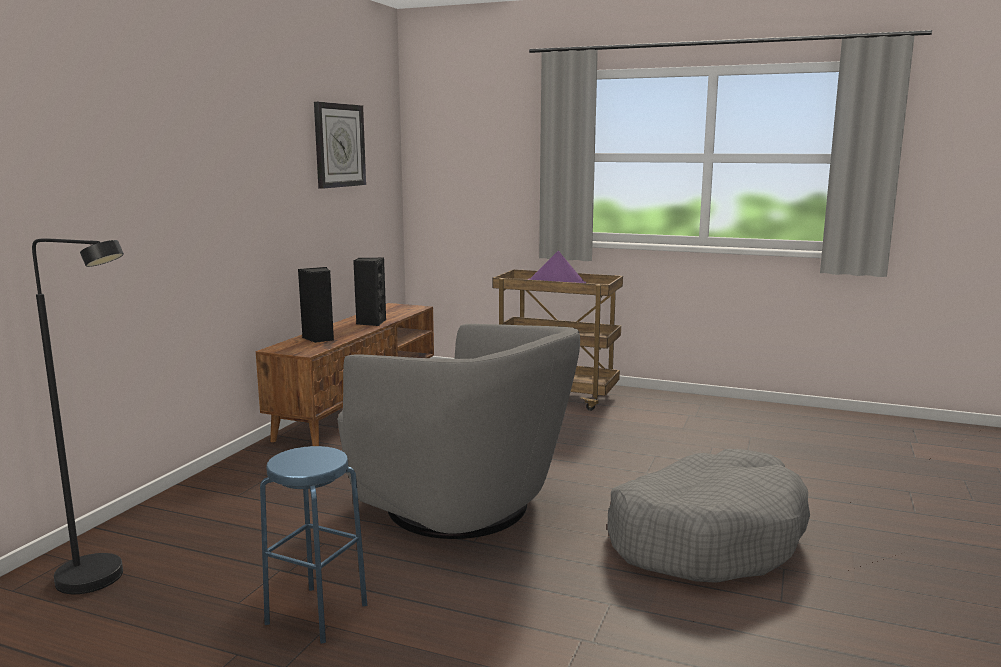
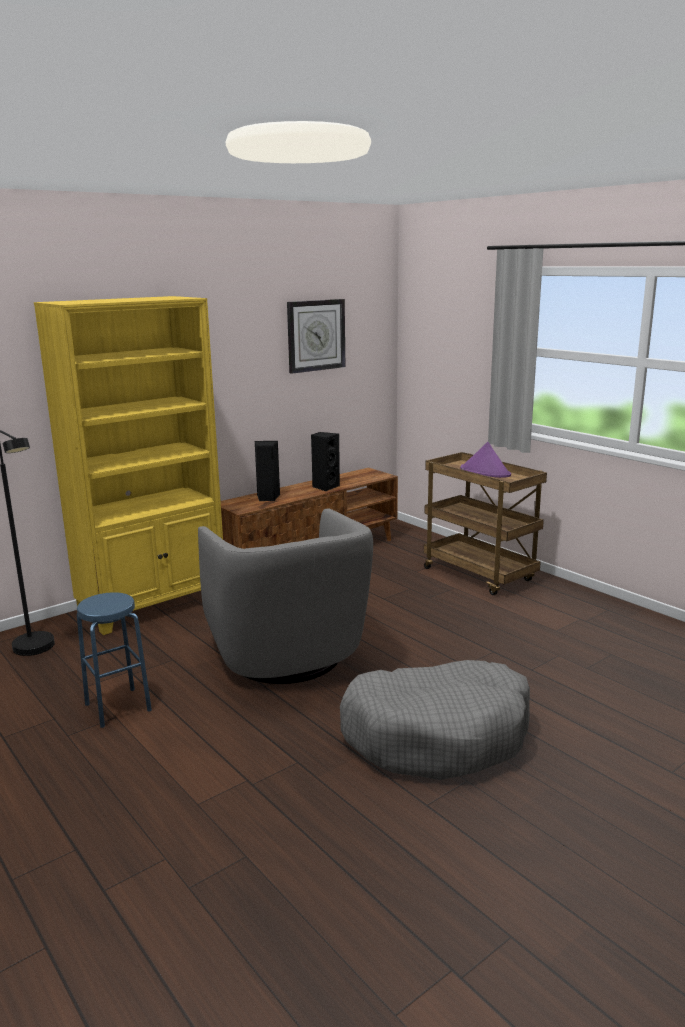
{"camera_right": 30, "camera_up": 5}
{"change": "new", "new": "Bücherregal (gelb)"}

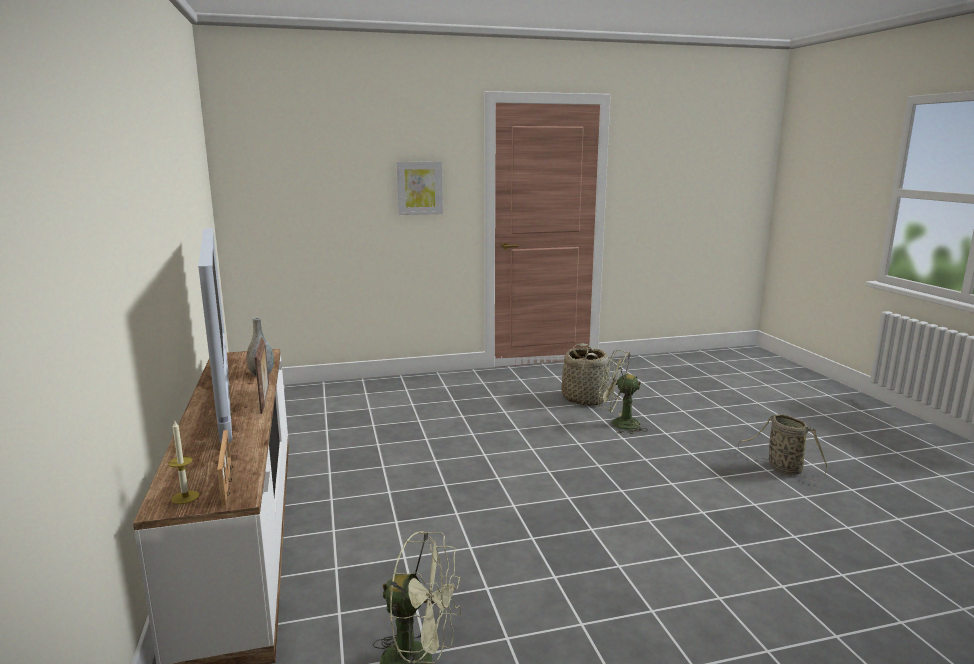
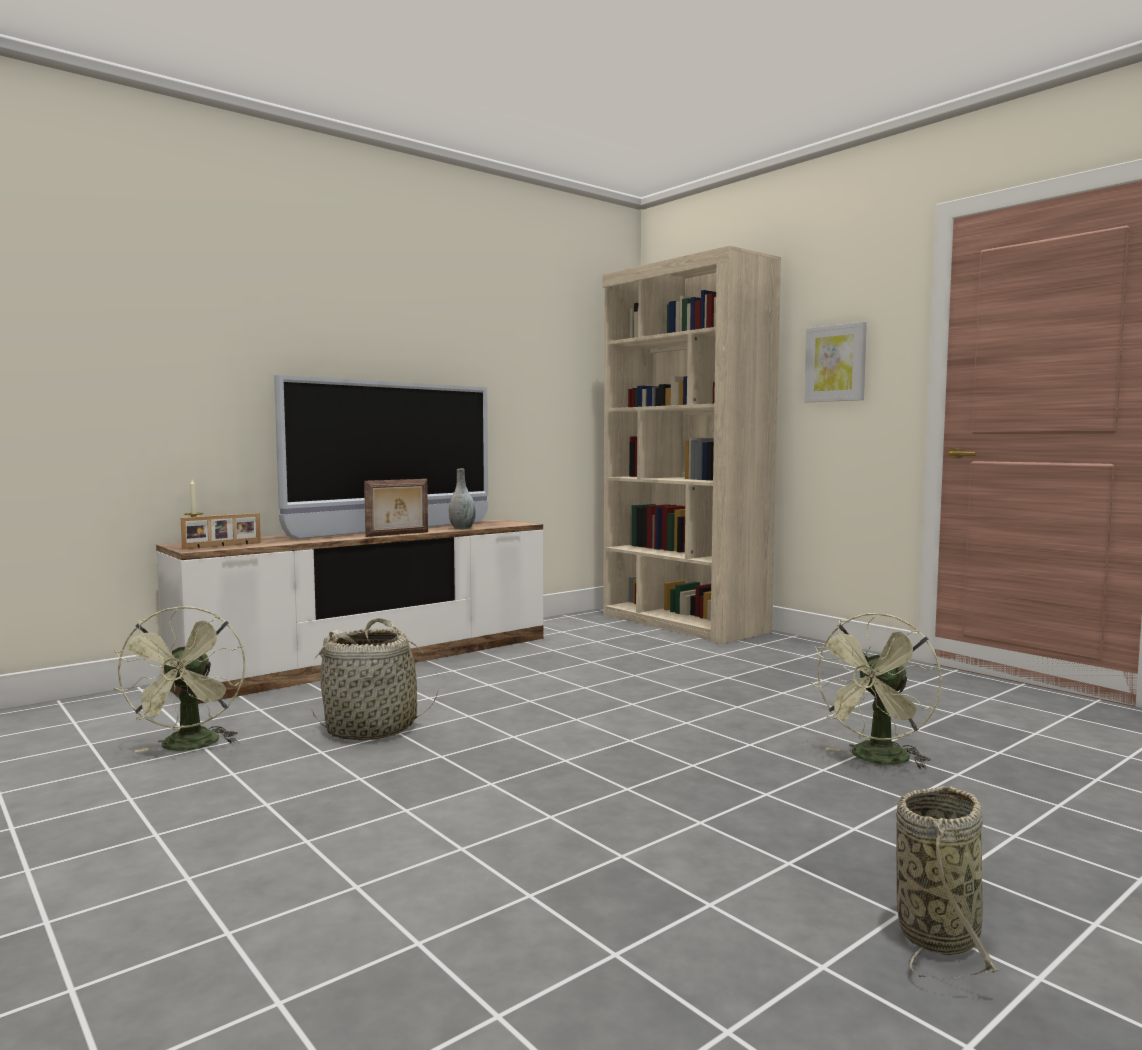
{"camera_right": 65, "camera_up": -10}
{"change": "shifted", "old": "Korb (no. 1 from left)"}
{"change": "rotated", "old": "Ventilator (grün) (no. 2 from left)", "degrees": -135}
{"change": "new", "new": "Bücherregal (beige)"}

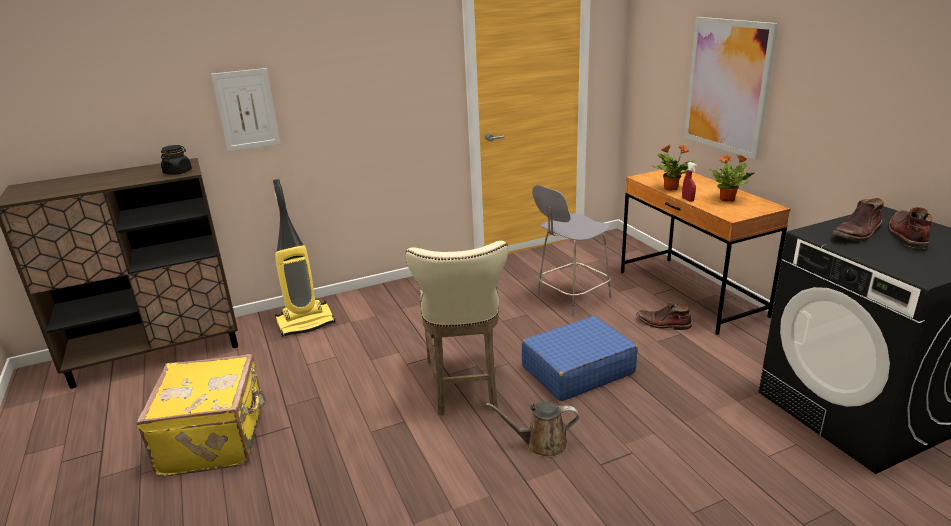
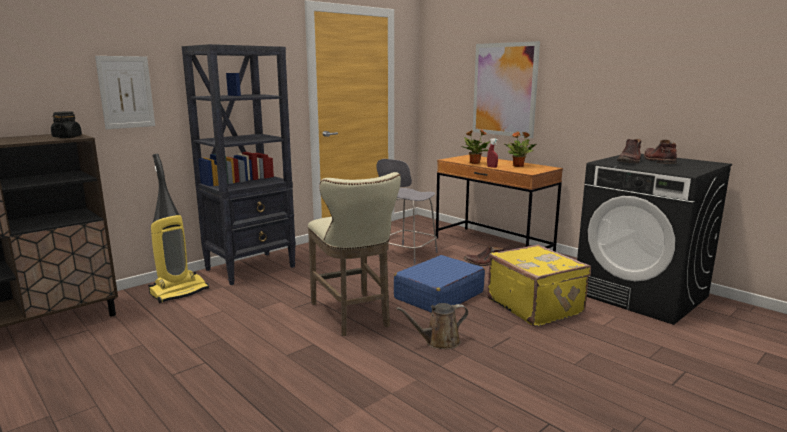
{"camera_right": -20, "camera_up": -10}
{"change": "shifted", "old": "Koffer (gelb)"}
{"change": "new", "new": "Bücherregal (schwarz)"}

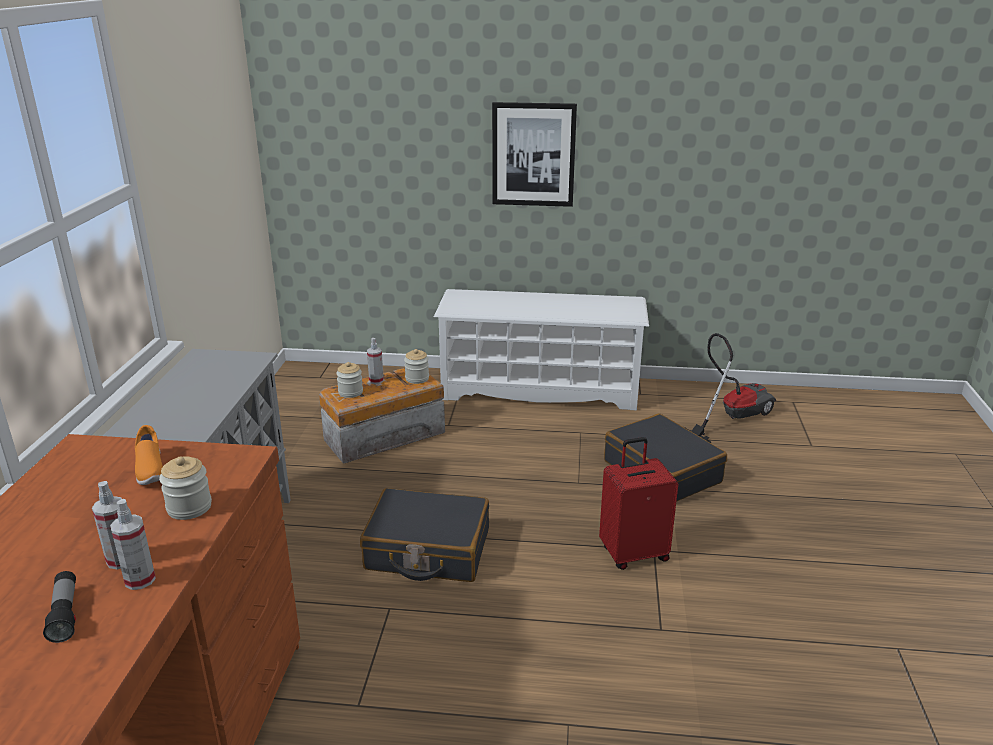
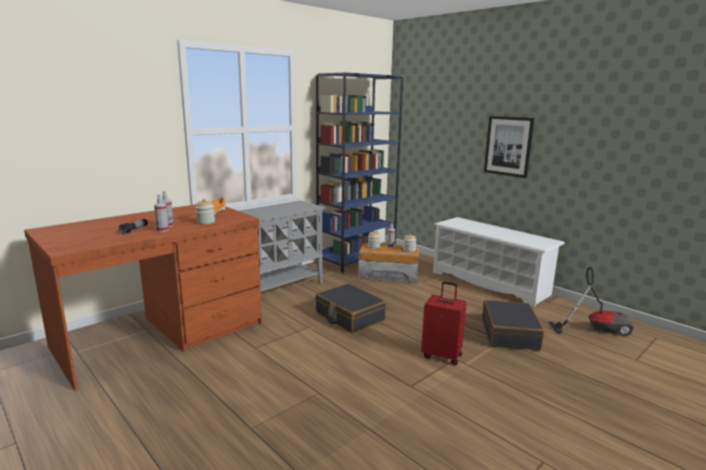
{"camera_right": 40, "camera_up": -10}
{"change": "new", "new": "Bücherregal (blau)"}

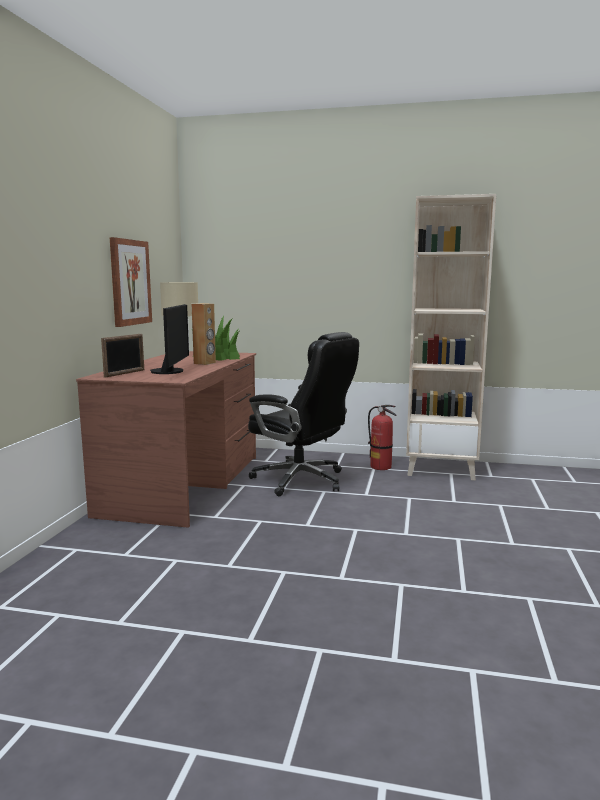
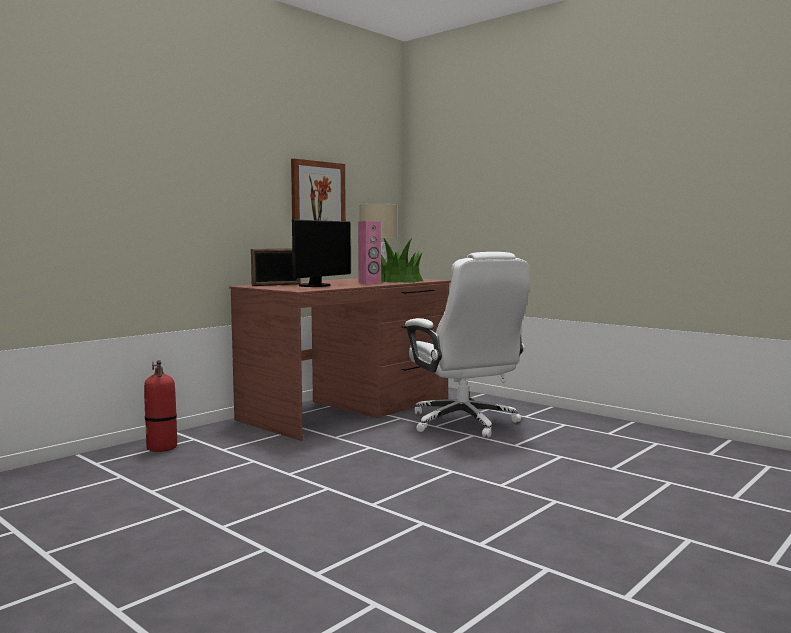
{"camera_right": 30, "camera_up": -5}
{"change": "gone", "old": "Bücherregal (beige)"}
{"change": "repainted", "old": "Lautsprecher (braun)", "new": "Lautsprecher (rosa)"}
{"change": "repainted", "old": "Bürostuhl (schwarz)", "new": "Bürostuhl (weiß)"}
{"change": "shifted", "old": "Feuerlöscher"}

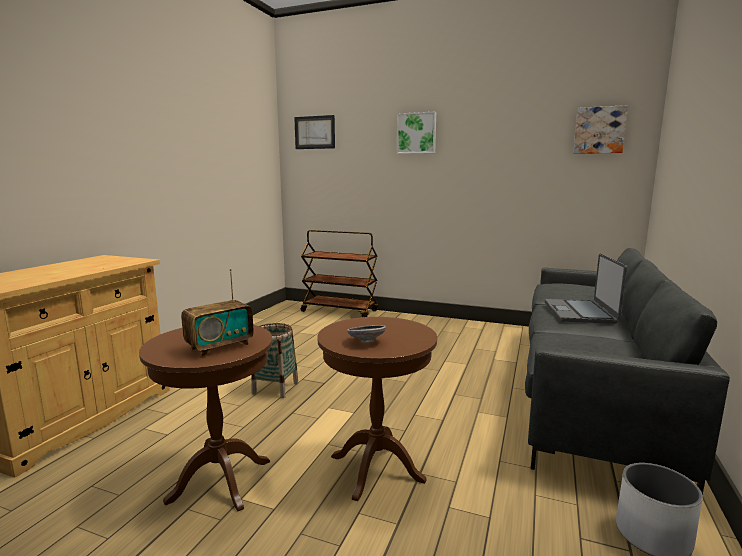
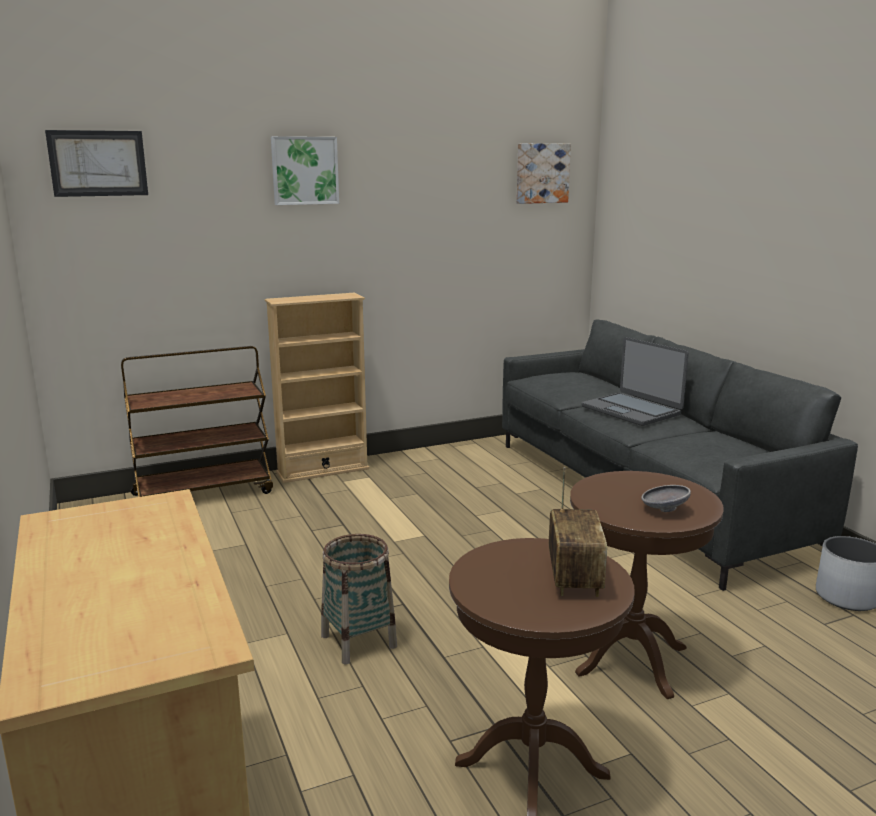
{"camera_right": -45, "camera_up": 5}
{"change": "new", "new": "Bücherregal (beige)"}

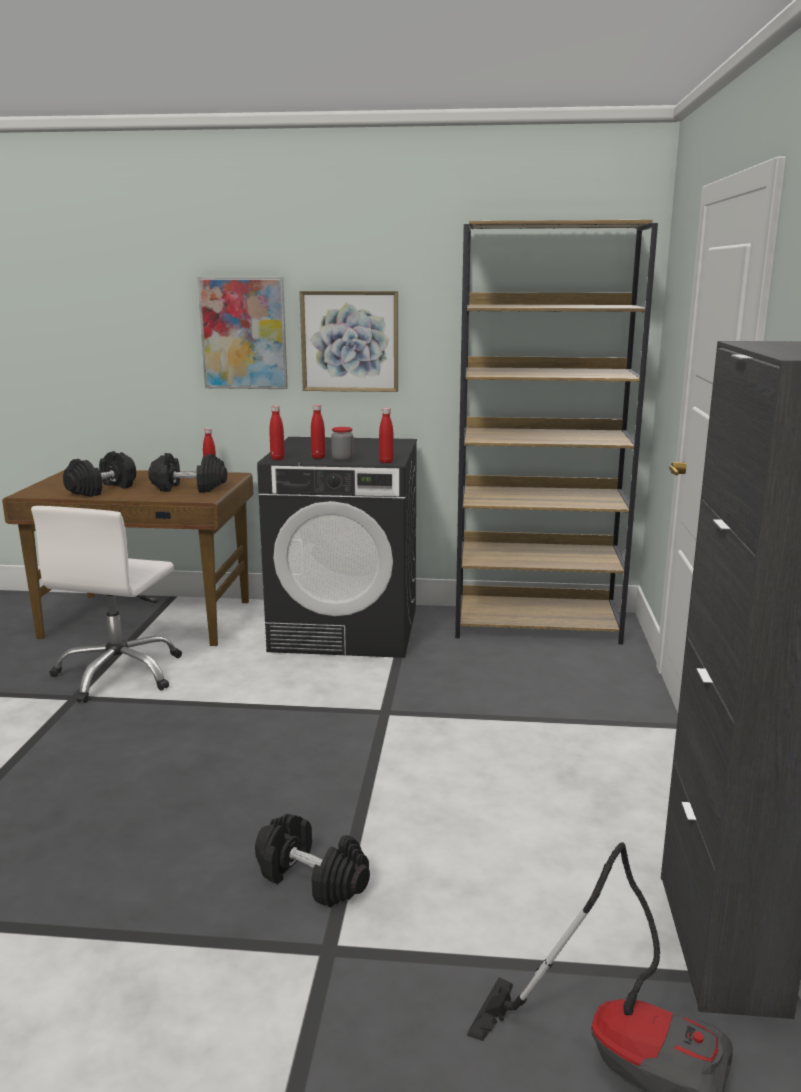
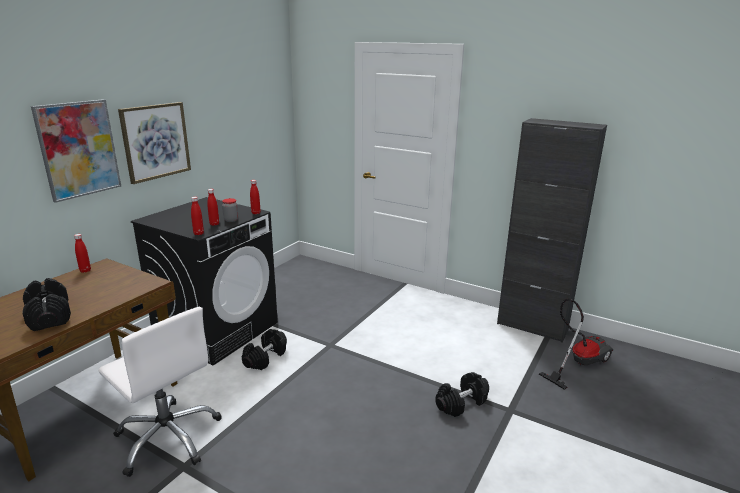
{"camera_right": -65, "camera_up": 5}
{"change": "gone", "old": "Bücherregal (braun)"}
{"change": "shifted", "old": "Hantel (schwarz) (no. 2 from left)"}

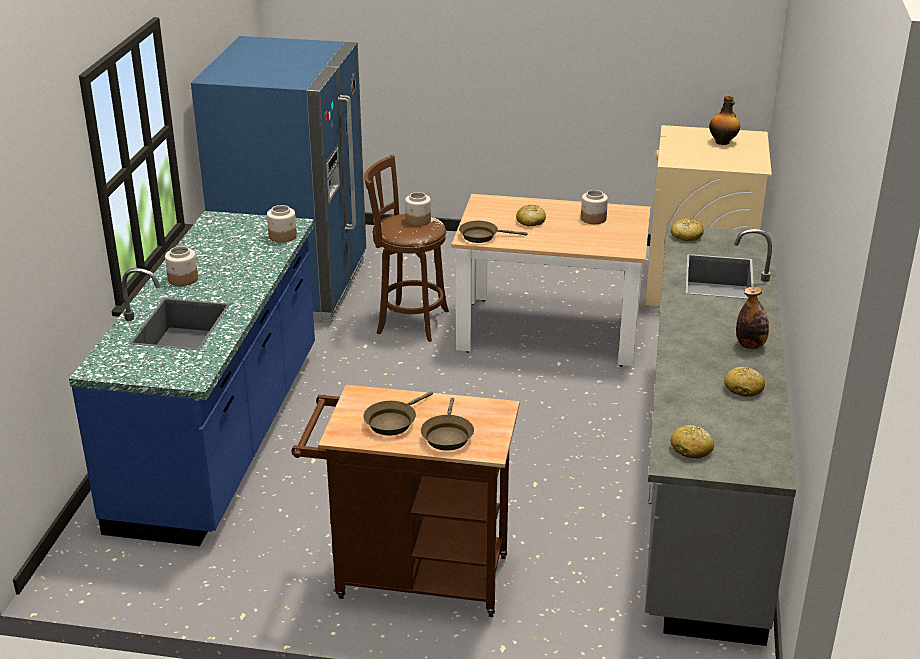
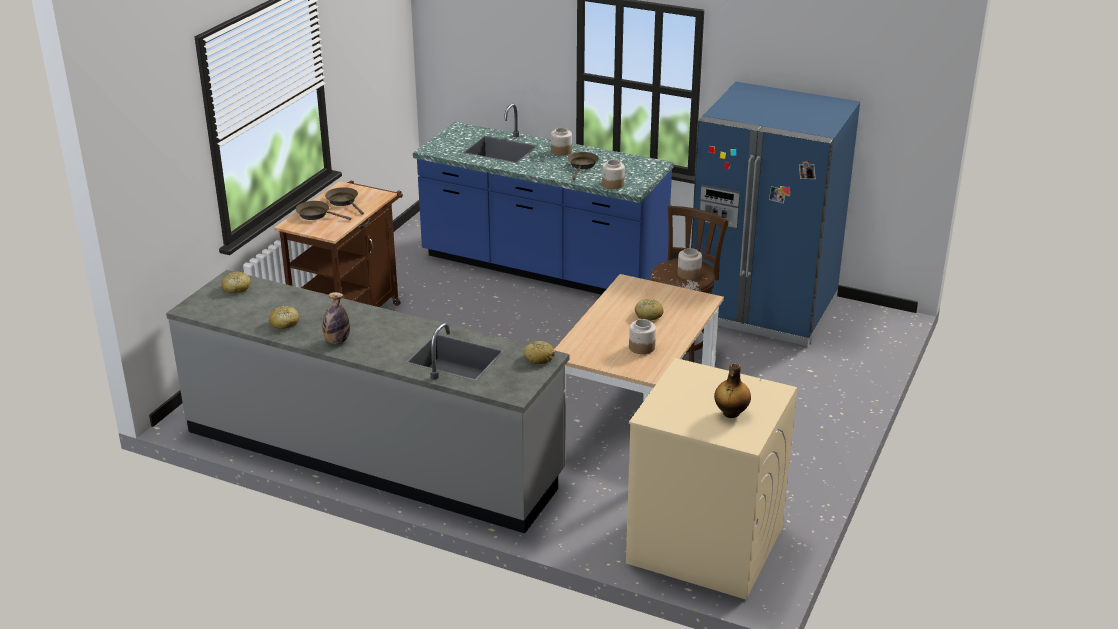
{"camera_right": 105, "camera_up": 0}
{"change": "shifted", "old": "Pfanne (braun) (no. 3 from left)"}

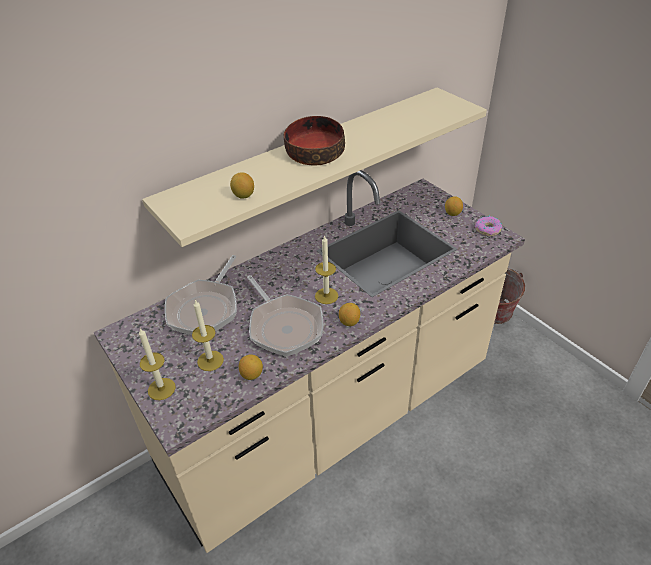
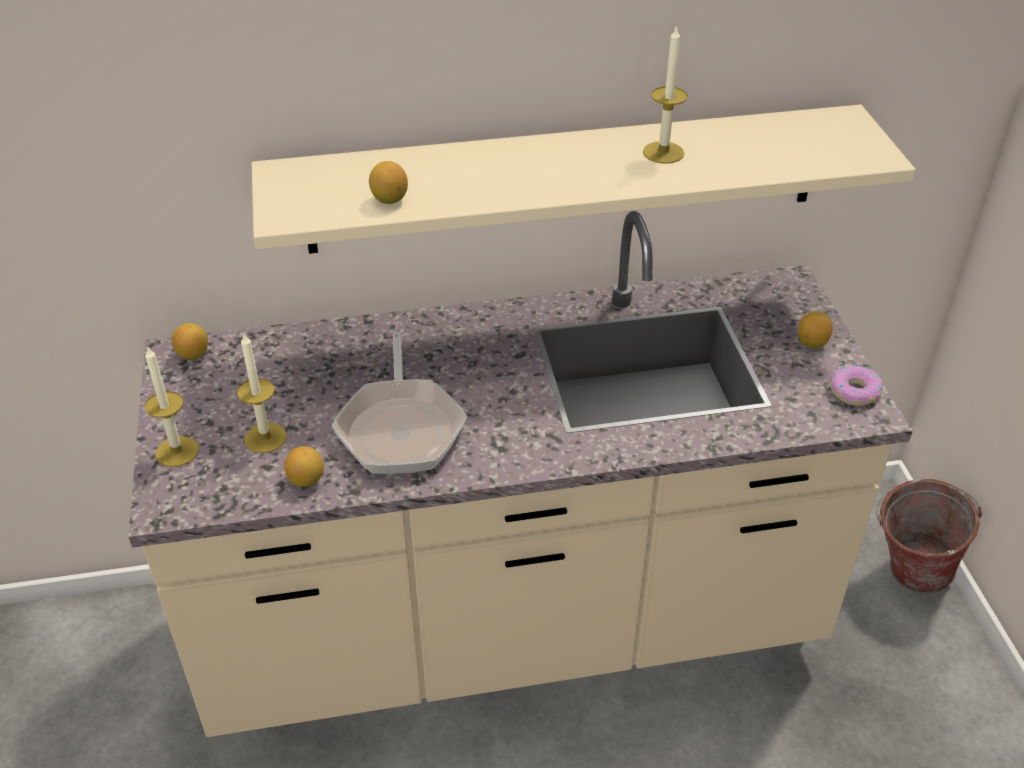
{"camera_right": 25, "camera_up": 0}
{"change": "gone", "old": "Schüssel"}
{"change": "shifted", "old": "Kerze (no. 3 from left)"}
{"change": "gone", "old": "Pfanne (no. 1 from left)"}
{"change": "shifted", "old": "Zitrone (no. 3 from left in the first image)", "new": "Zitrone (no. 1 from left)"}

